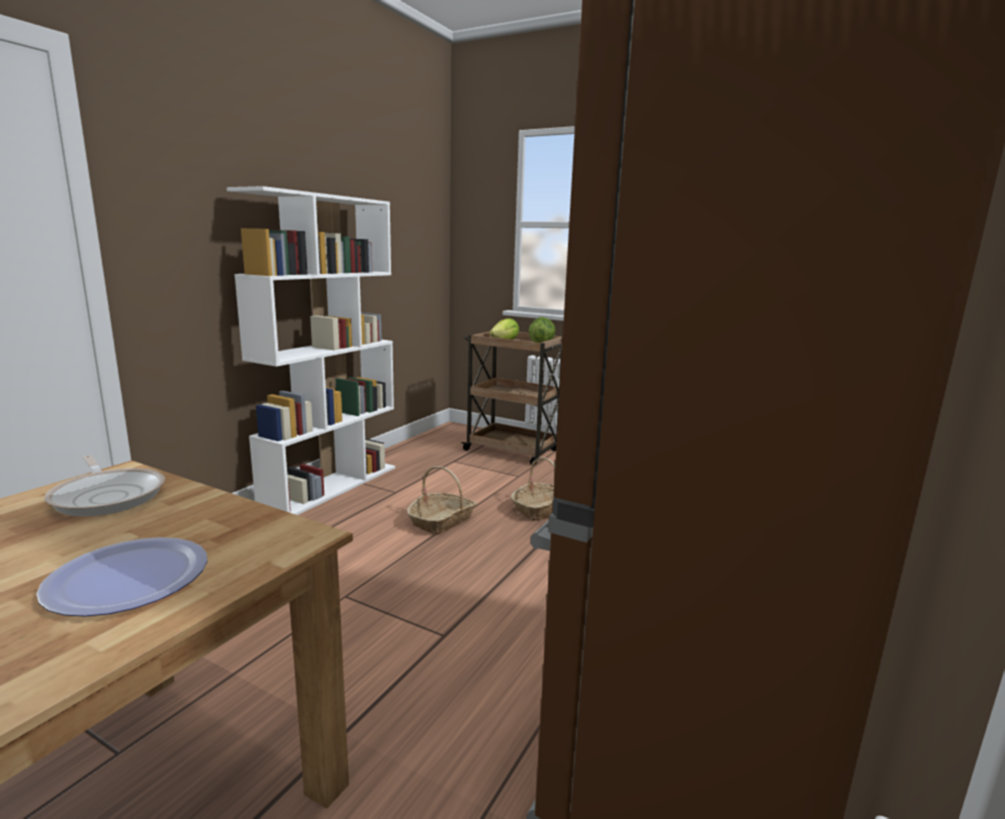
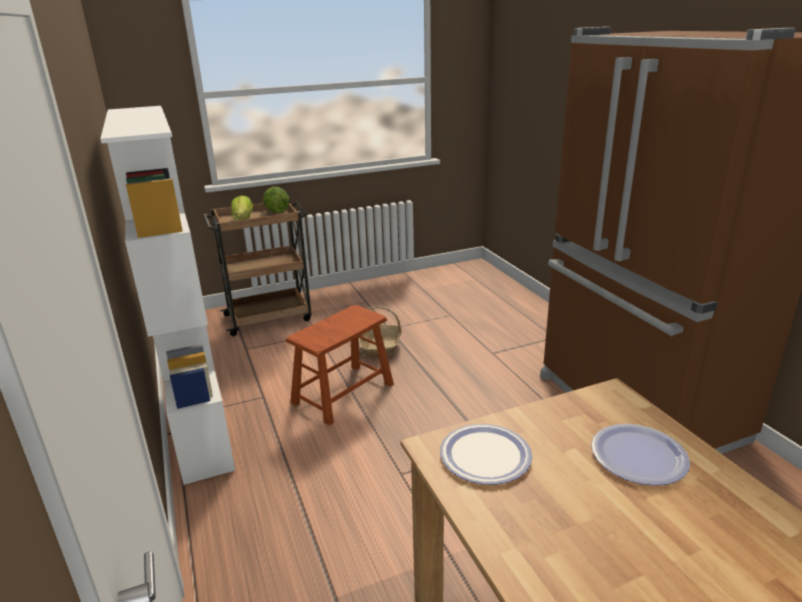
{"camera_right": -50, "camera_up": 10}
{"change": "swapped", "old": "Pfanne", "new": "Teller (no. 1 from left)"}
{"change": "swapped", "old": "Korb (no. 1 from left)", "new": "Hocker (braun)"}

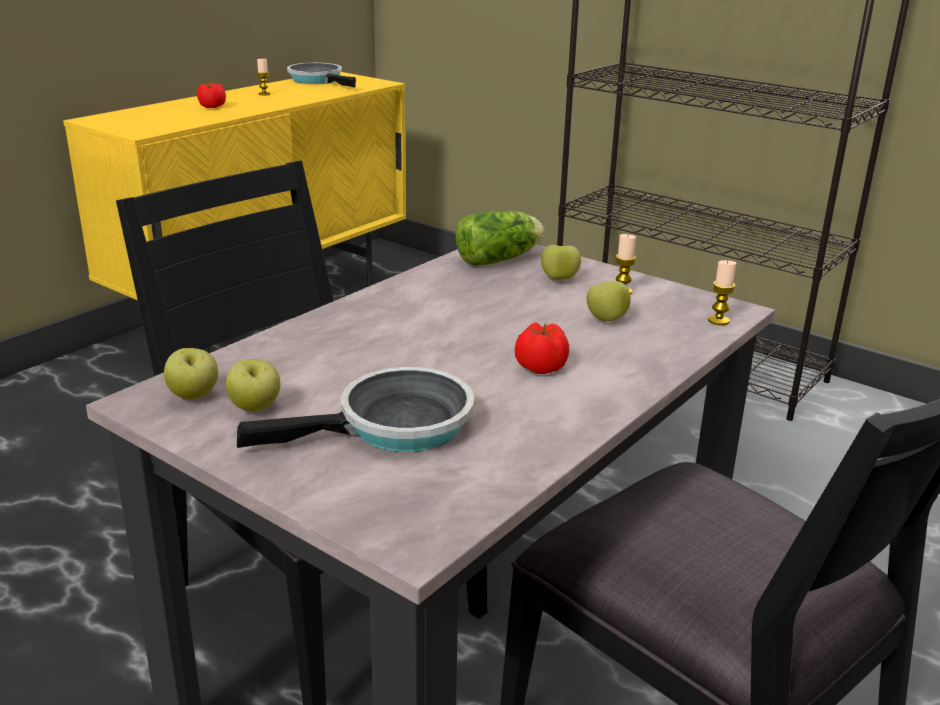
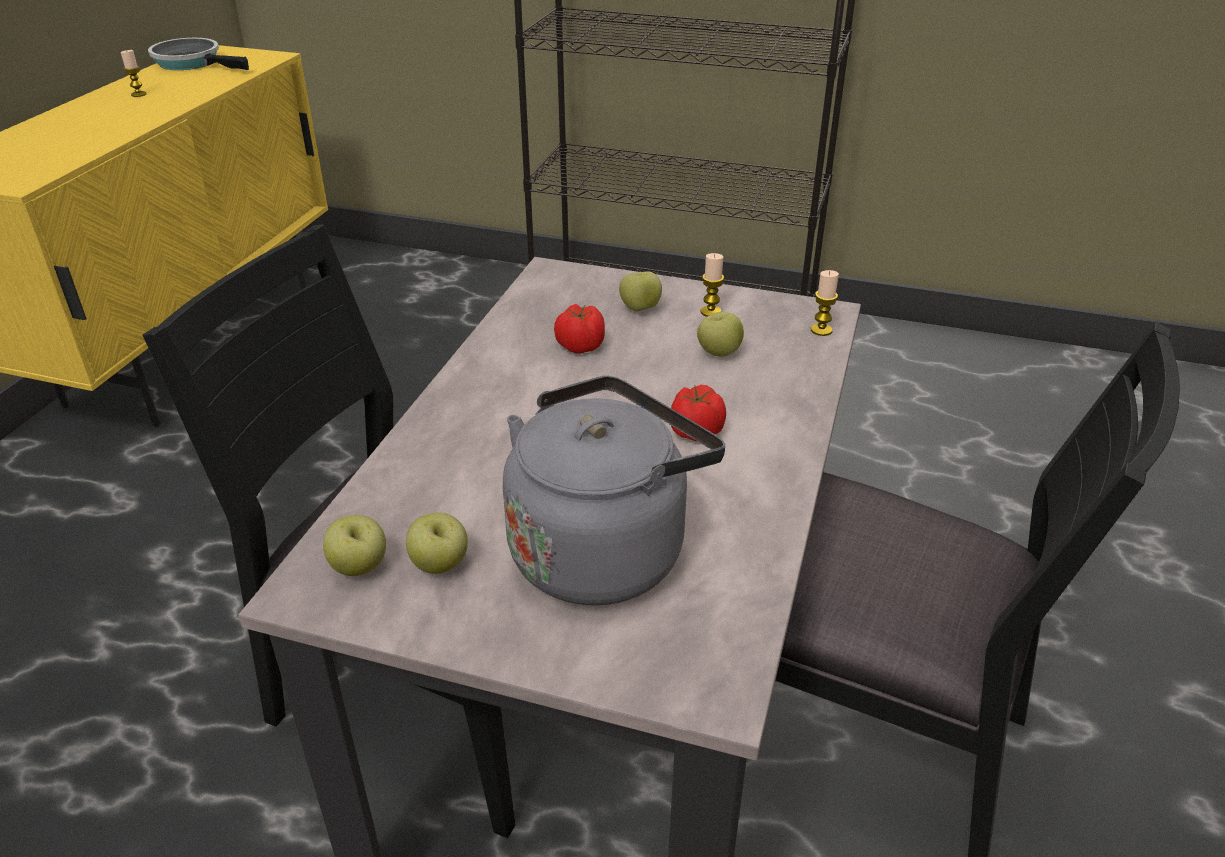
{"camera_right": -20, "camera_up": 10}
{"change": "shifted", "old": "Tomate (no. 1 from left)"}
{"change": "gone", "old": "Salatkopf"}
{"change": "swapped", "old": "Pfanne (no. 2 from left)", "new": "Wasserkessel (grau)"}

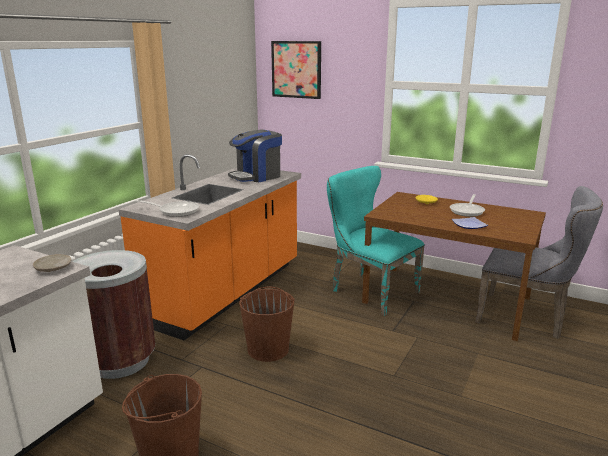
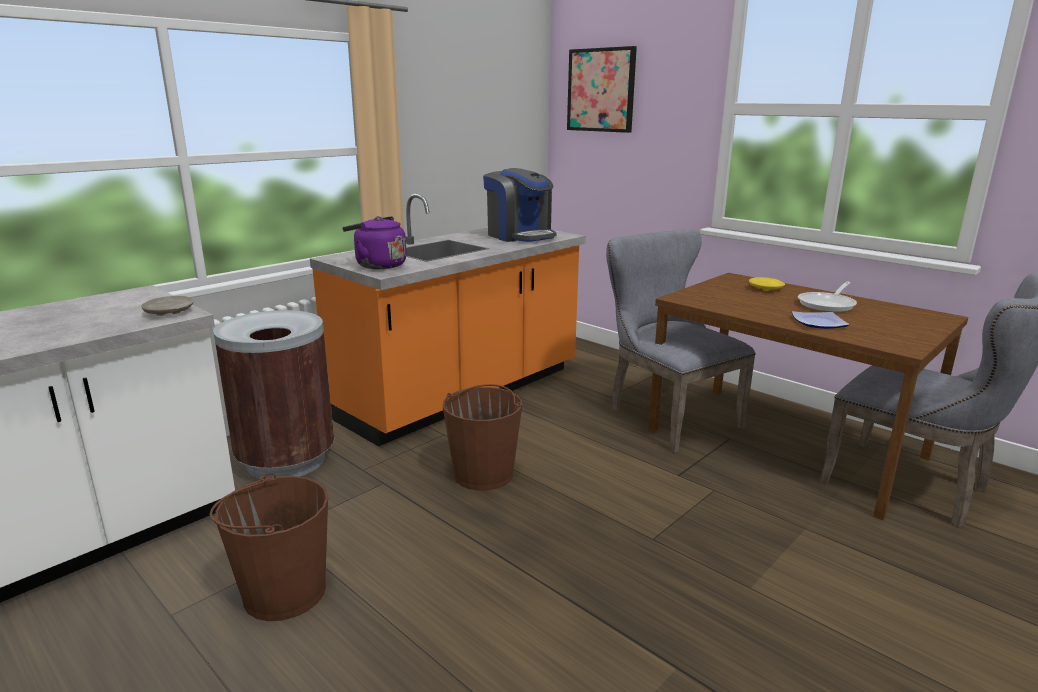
{"camera_right": 15, "camera_up": 0}
{"change": "rotated", "old": "Kaffeemaschine", "degrees": -105}
{"change": "repainted", "old": "Stuhl (türkis)", "new": "Stuhl (grau) (no. 1 from left)"}
{"change": "swapped", "old": "Pfanne (no. 1 from left)", "new": "Wasserkessel (lila)"}

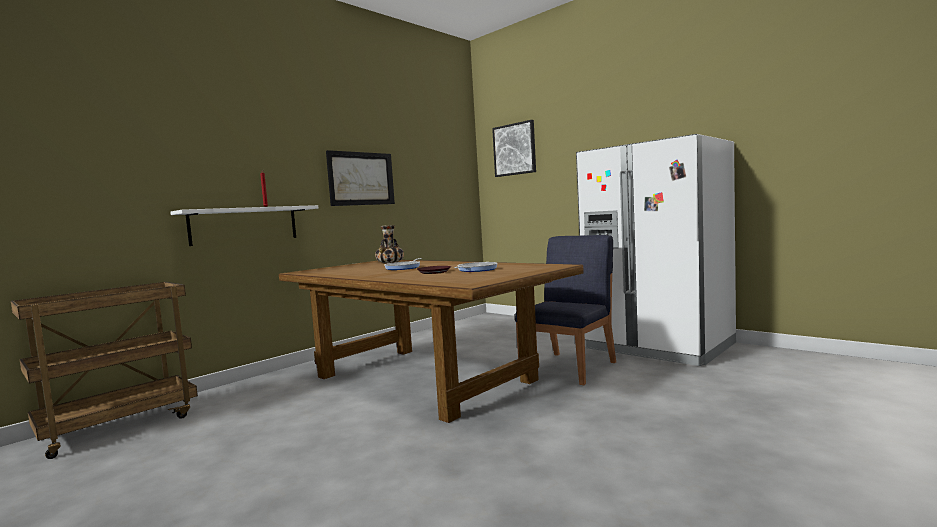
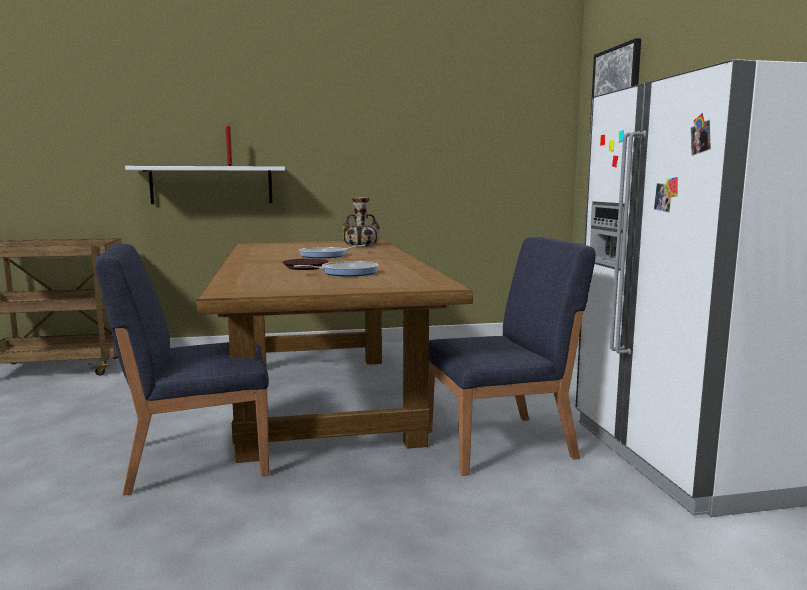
{"camera_right": 35, "camera_up": 5}
{"change": "gone", "old": "Bild (no. 1 from left)"}
{"change": "new", "new": "Stuhl (blau) (no. 1 from left)"}

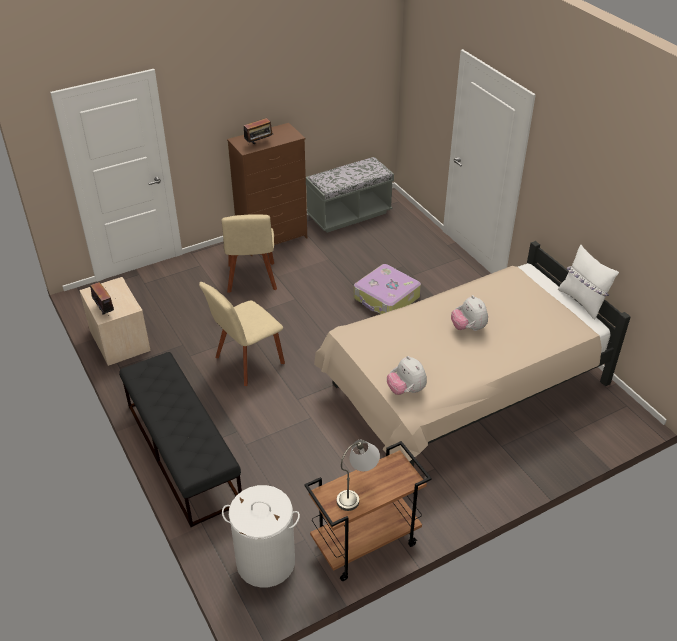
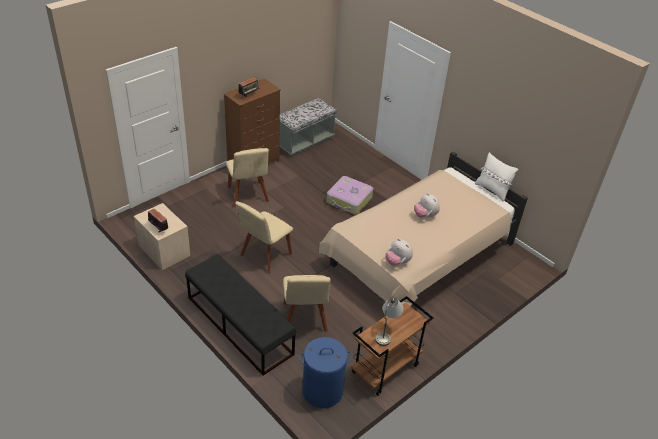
{"camera_right": -15, "camera_up": 0}
{"change": "repainted", "old": "Wäschekorb (weiß)", "new": "Wäschekorb (blau)"}
{"change": "new", "new": "Stuhl (beige) (no. 3 from left)"}

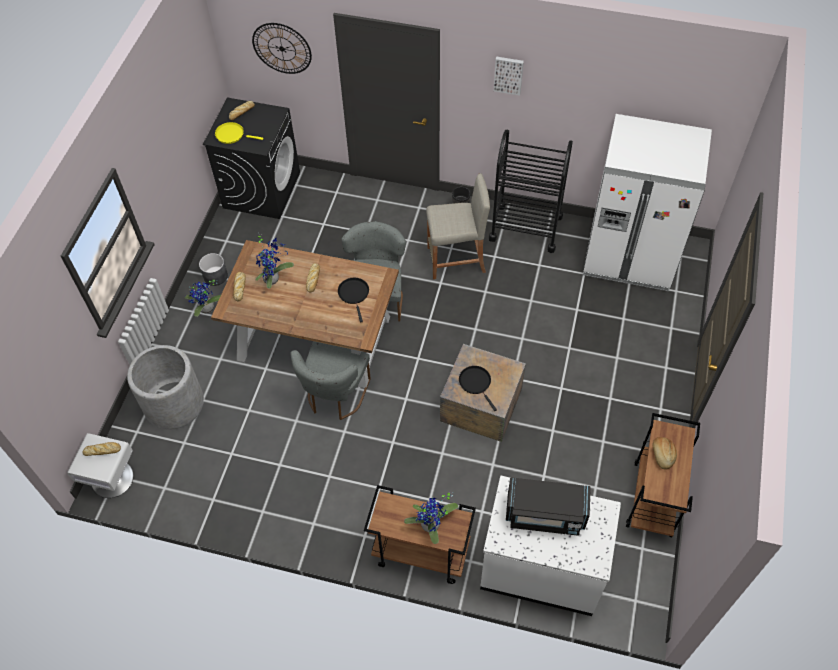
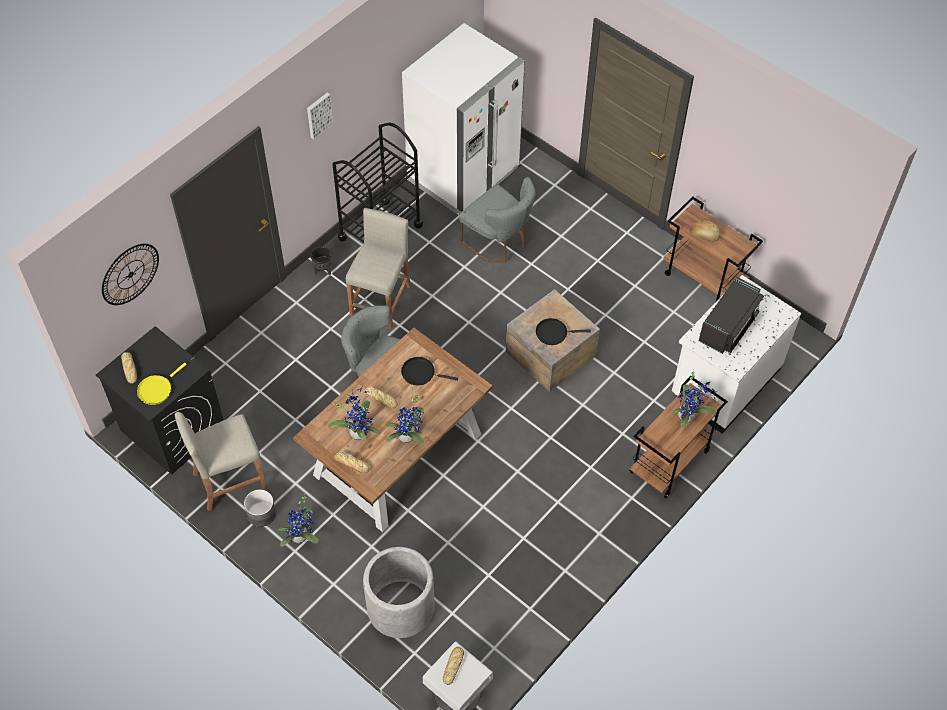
{"camera_right": -65, "camera_up": 0}
{"change": "shifted", "old": "Stuhl (grau) (no. 1 from left in the first image)", "new": "Stuhl (grau) (no. 2 from left)"}
{"change": "new", "new": "Topfpflanze (no. 3 from left)"}
{"change": "new", "new": "Hocker (beige) (no. 1 from left)"}

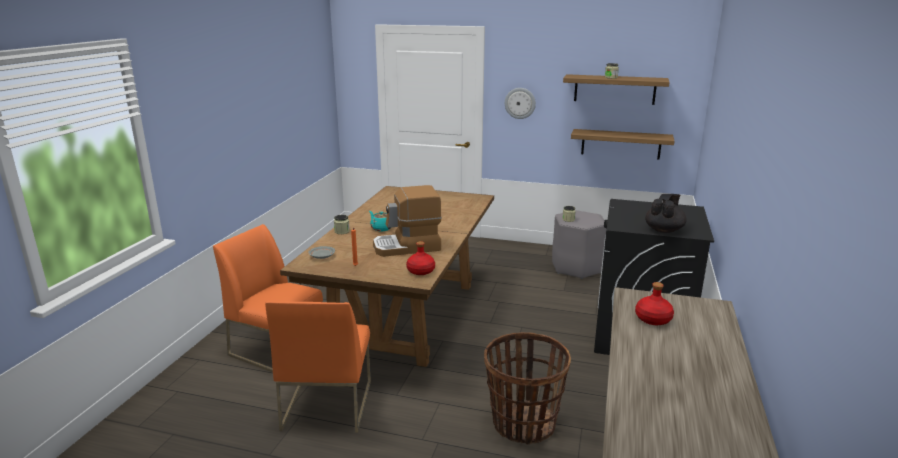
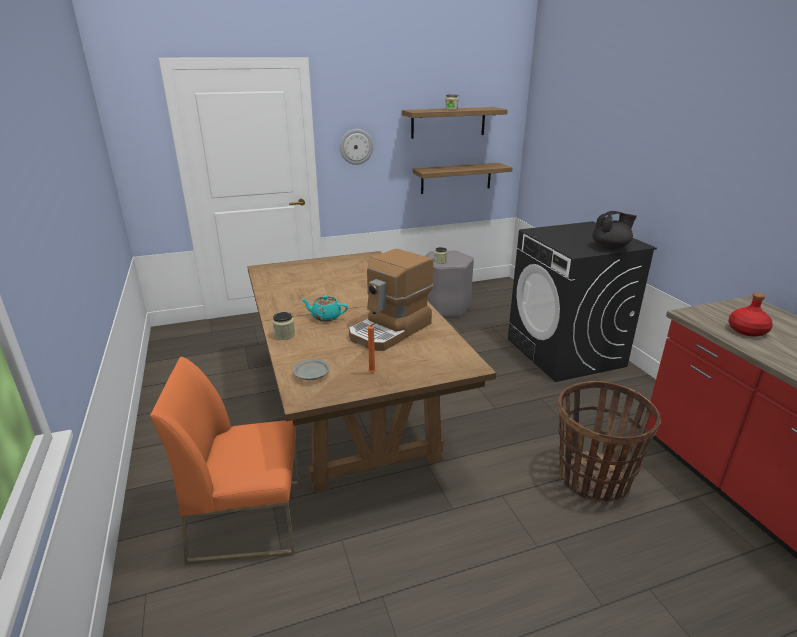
{"camera_right": -35, "camera_up": 5}
{"change": "rotated", "old": "Teekanne (schwarz)", "degrees": 75}
{"change": "gone", "old": "Flasche (rot) (no. 1 from left)"}
{"change": "gone", "old": "Stuhl (orange) (no. 2 from left)"}

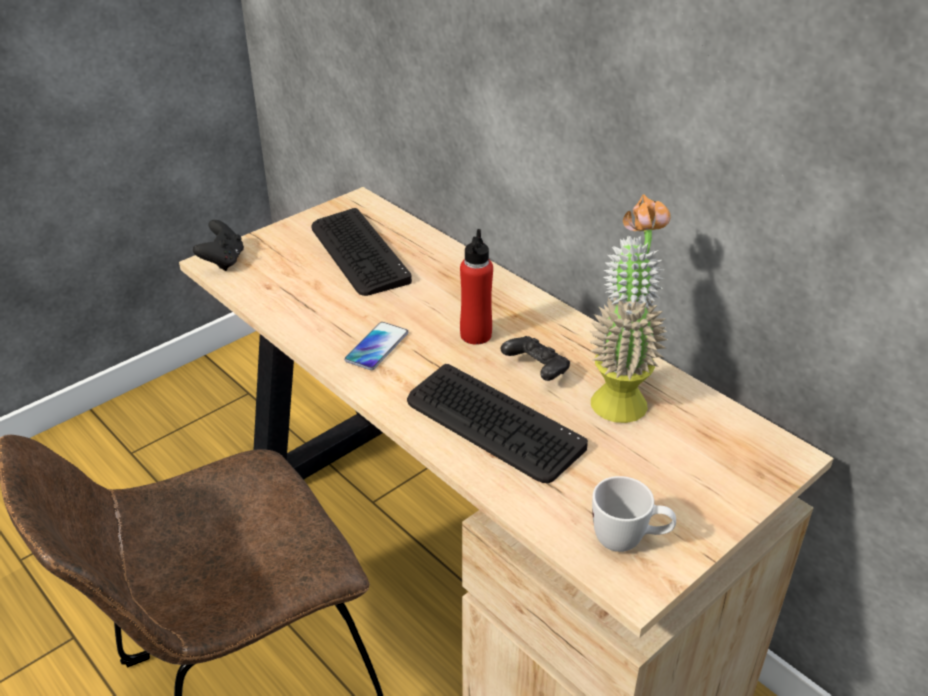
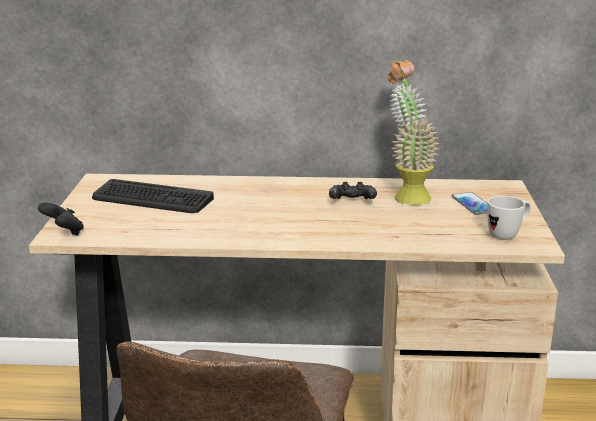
{"camera_right": -45, "camera_up": -15}
{"change": "gone", "old": "Flasche (rot)"}
{"change": "shifted", "old": "Handy"}
{"change": "gone", "old": "Tastatur (no. 2 from left)"}

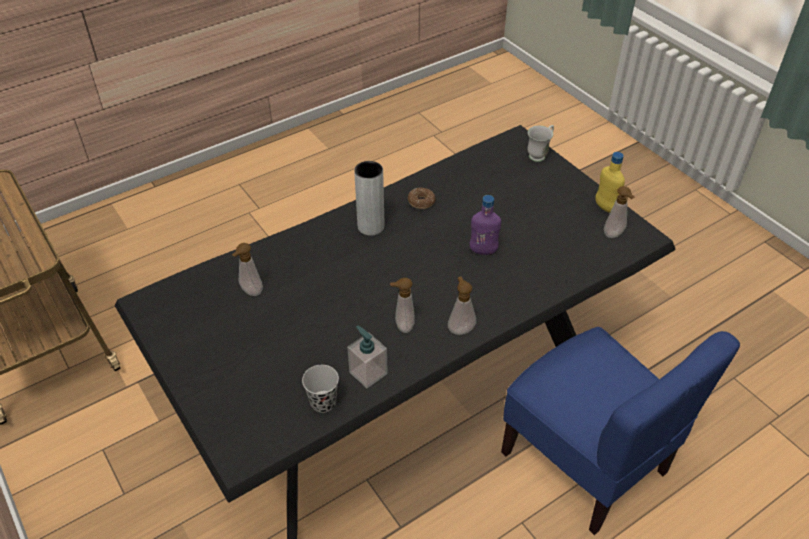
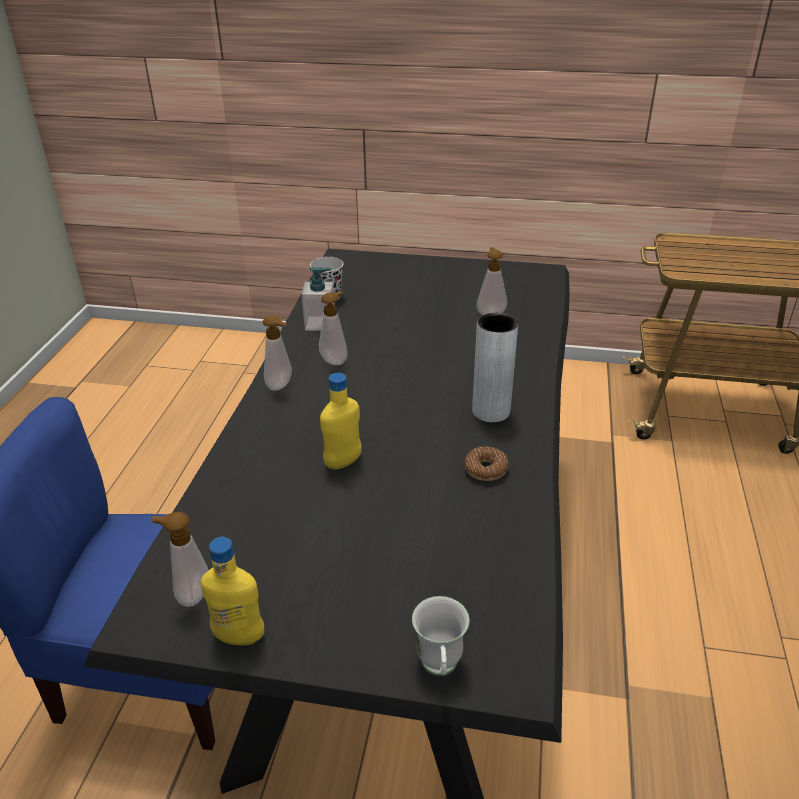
{"camera_right": 135, "camera_up": -10}
{"change": "repainted", "old": "Flasche (lila)", "new": "Flasche (gelb) (no. 2 from left)"}

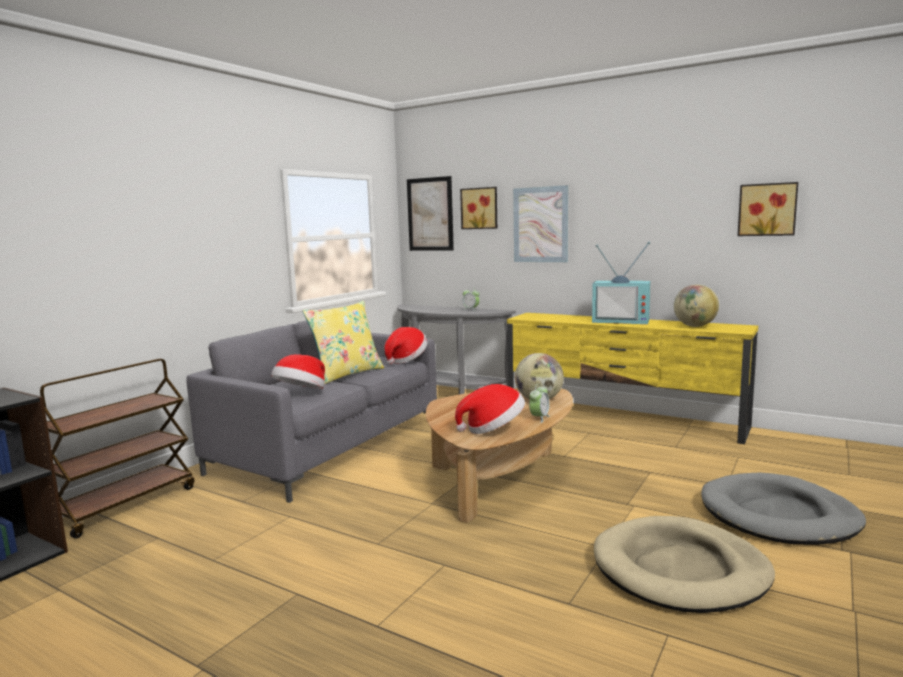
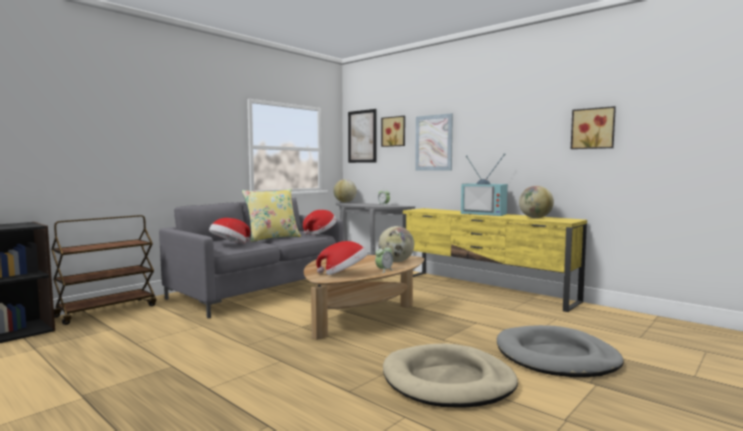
{"camera_right": 10, "camera_up": -5}
{"change": "new", "new": "Globus (no. 1 from left)"}

